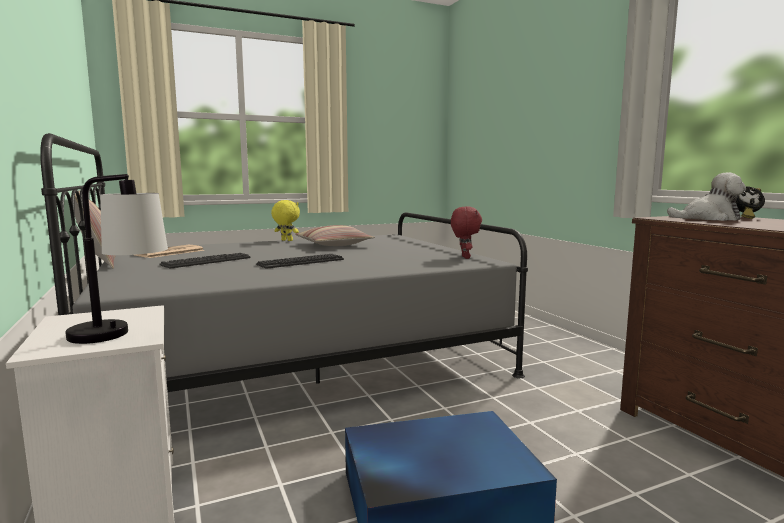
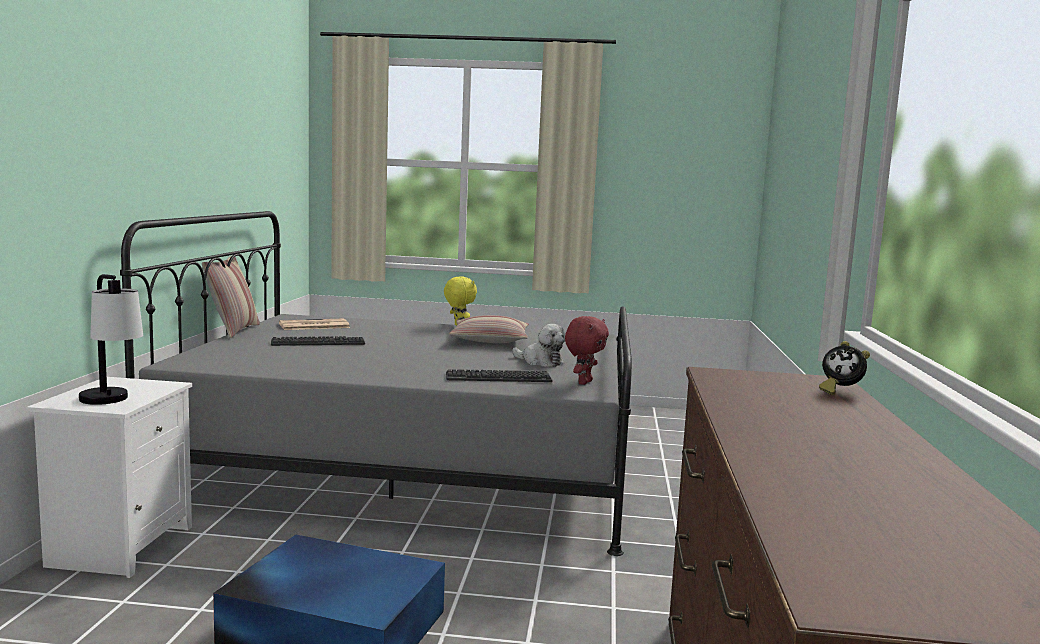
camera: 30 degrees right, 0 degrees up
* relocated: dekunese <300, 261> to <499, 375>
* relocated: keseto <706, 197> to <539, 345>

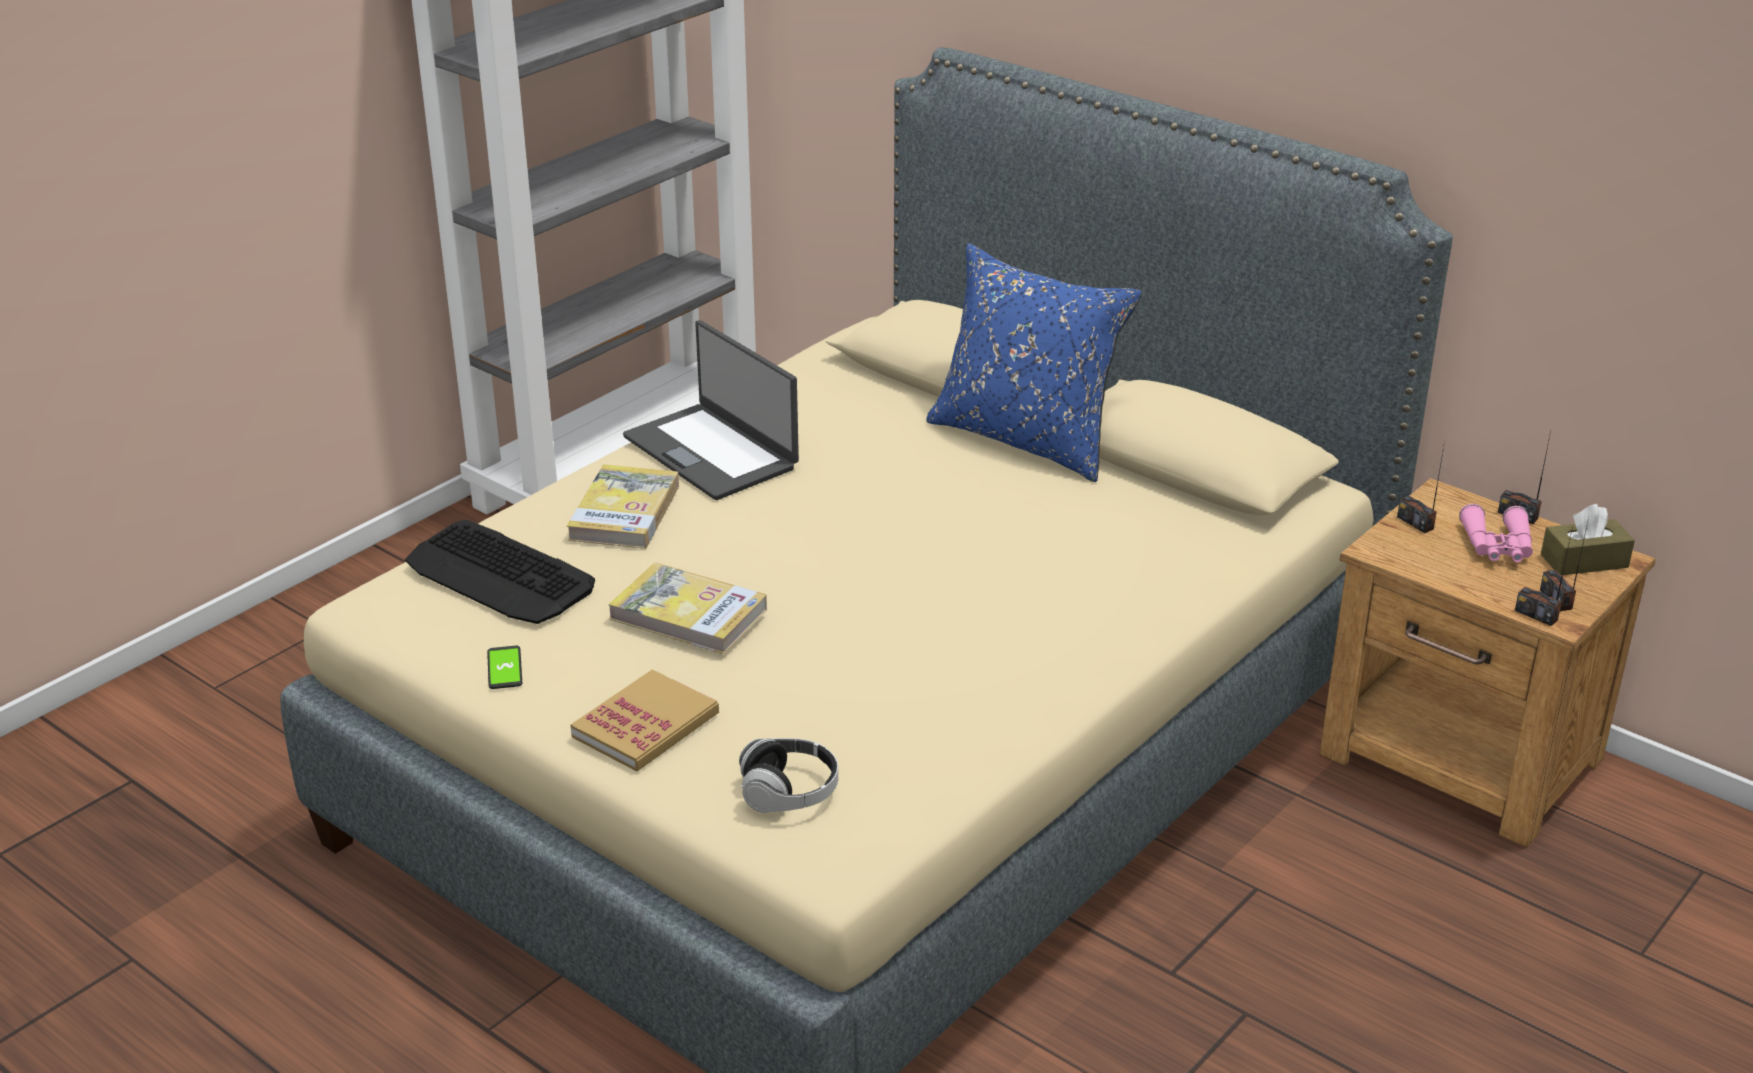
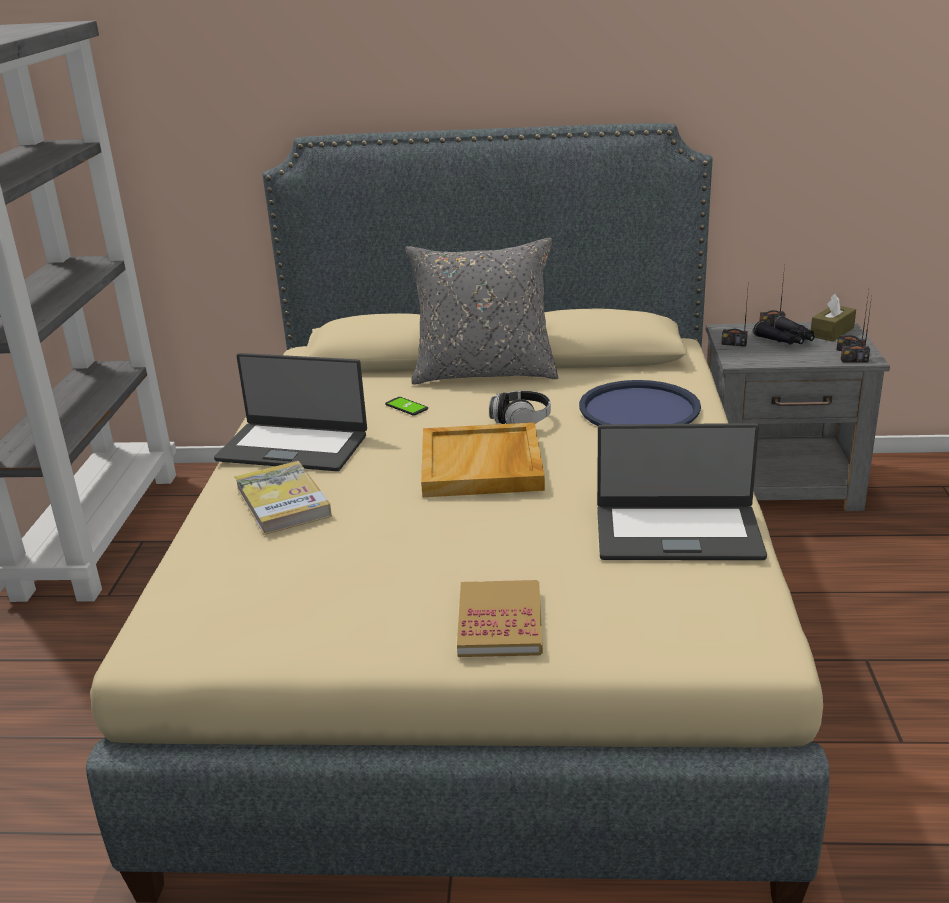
camera: 35 degrees left, 5 degrees down
* missing: dekunese <500, 572>
* relocated: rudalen <504, 667> to <406, 406>
* missing: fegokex <687, 608>
* relocated: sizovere <788, 775> to <520, 407>
* colour: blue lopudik <1034, 362> to grey lopudik <482, 311>
* colour: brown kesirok <1487, 663> to grey kesirok <798, 416>
* colour: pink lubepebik <1496, 533> to black lubepebik <784, 330>
* appeared: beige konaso <483, 459>
* appeared: blue konaso <640, 403>
* appeared: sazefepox <682, 491>

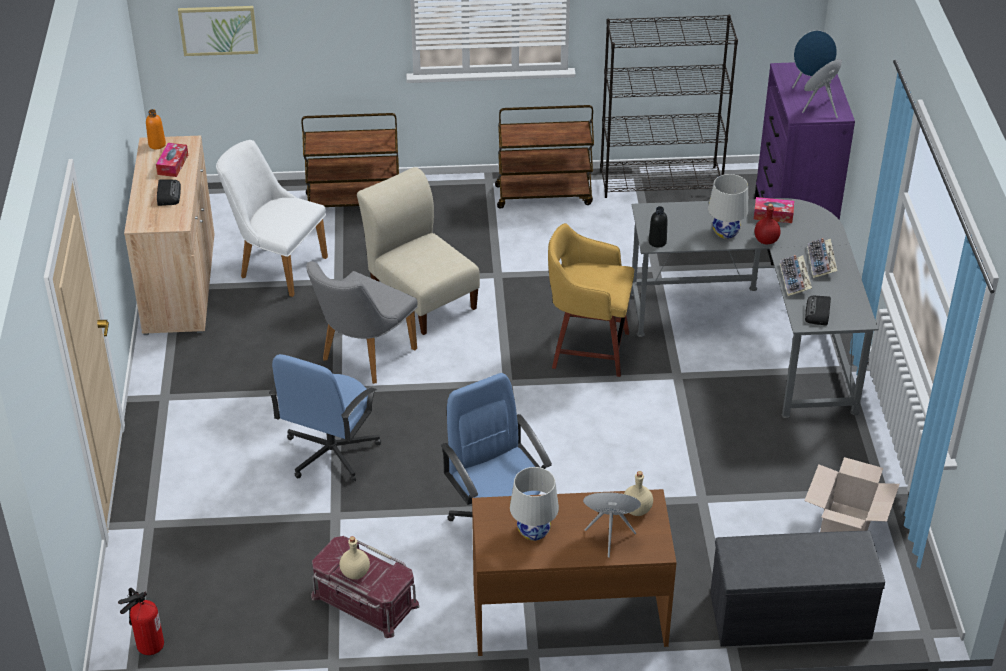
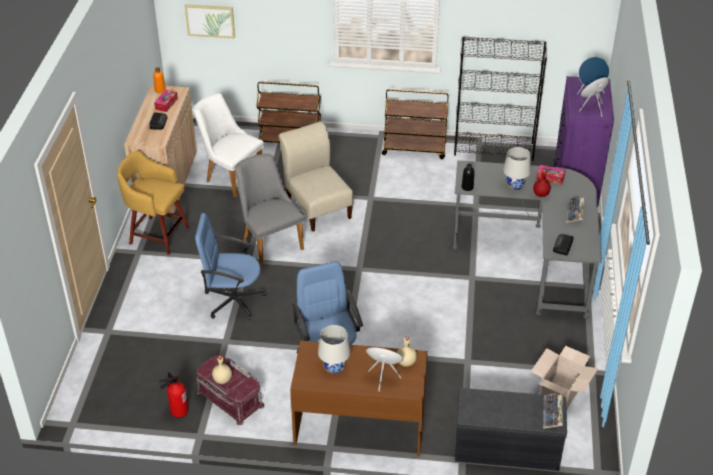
camera: 10 degrees right, 0 degrees up
* relocated: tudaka <141, 621> to <173, 395>
* spun: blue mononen <325, 418> = <230, 266> 60 degrees clockwise
* spun: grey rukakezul <362, 322> = <269, 210> 105 degrees clockwise
* relocated: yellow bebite <591, 300> to <153, 203>
* relocated: dekunese <796, 275> to <553, 411>

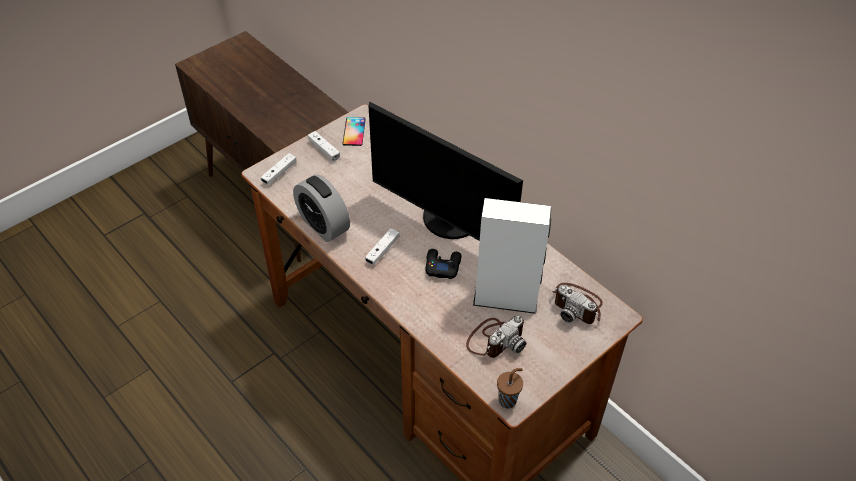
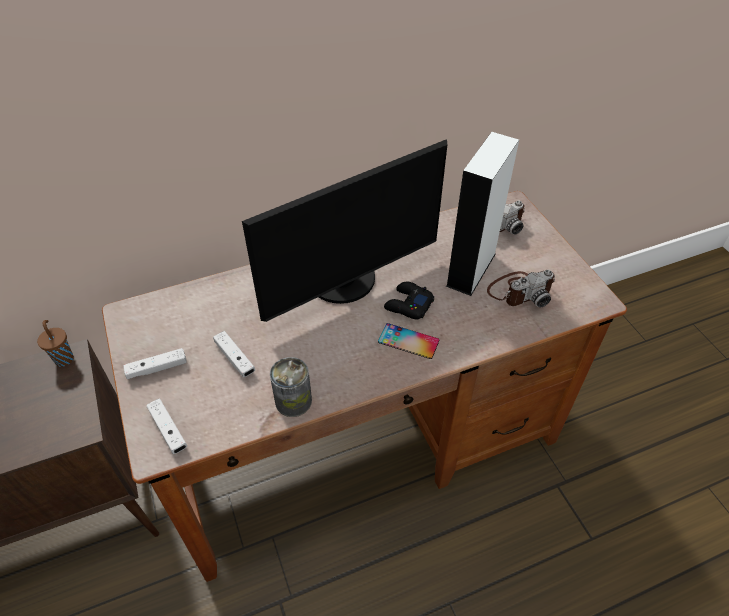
camera: 70 degrees left, 0 degrees up
* exchanged: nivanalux <321, 208> to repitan <291, 387>
* relocated: rudalen <354, 131> to <408, 341>
* relocated: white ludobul <382, 246> to <234, 354>
* spun: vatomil <496, 337> = <521, 288> 90 degrees clockwise
* relocated: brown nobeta <510, 388> to <55, 343>

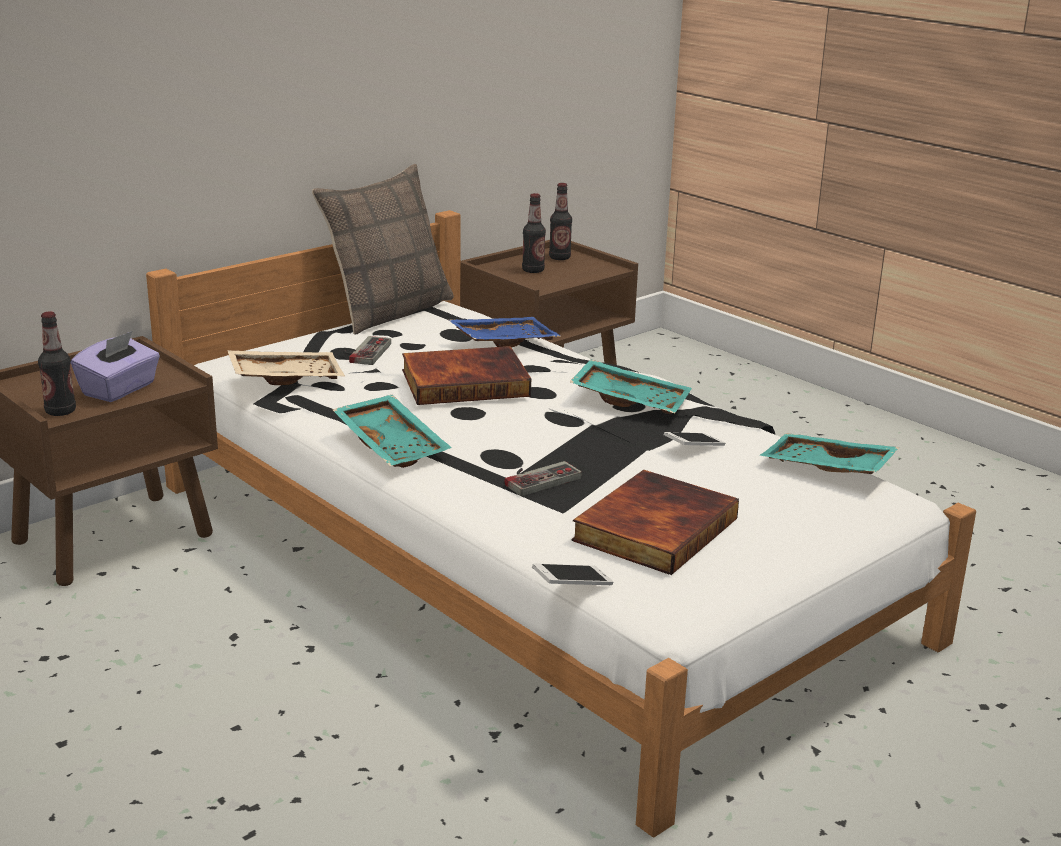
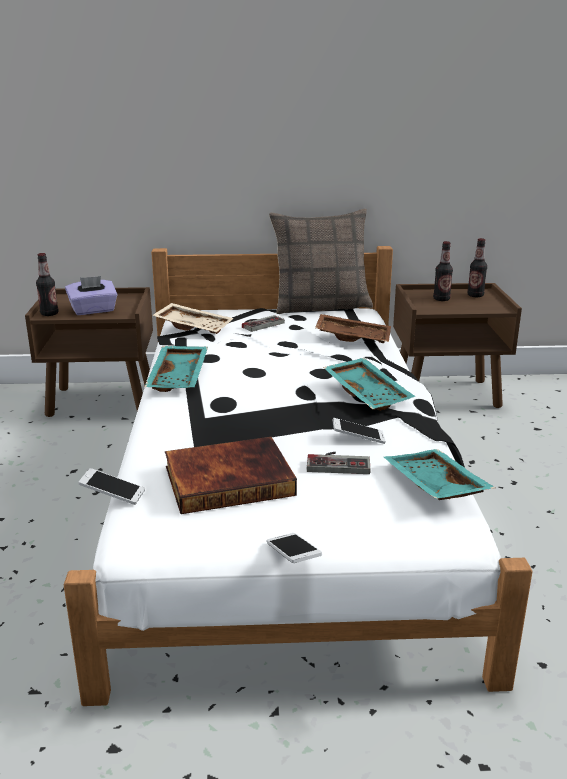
camera: 40 degrees right, 0 degrees up
* missing: fegokex <467, 375>
* colour: blue konaso <505, 332> to brown konaso <353, 328>
* relocated: ludobul <543, 478> to <339, 463>
* appeared: rudalen <294, 548>

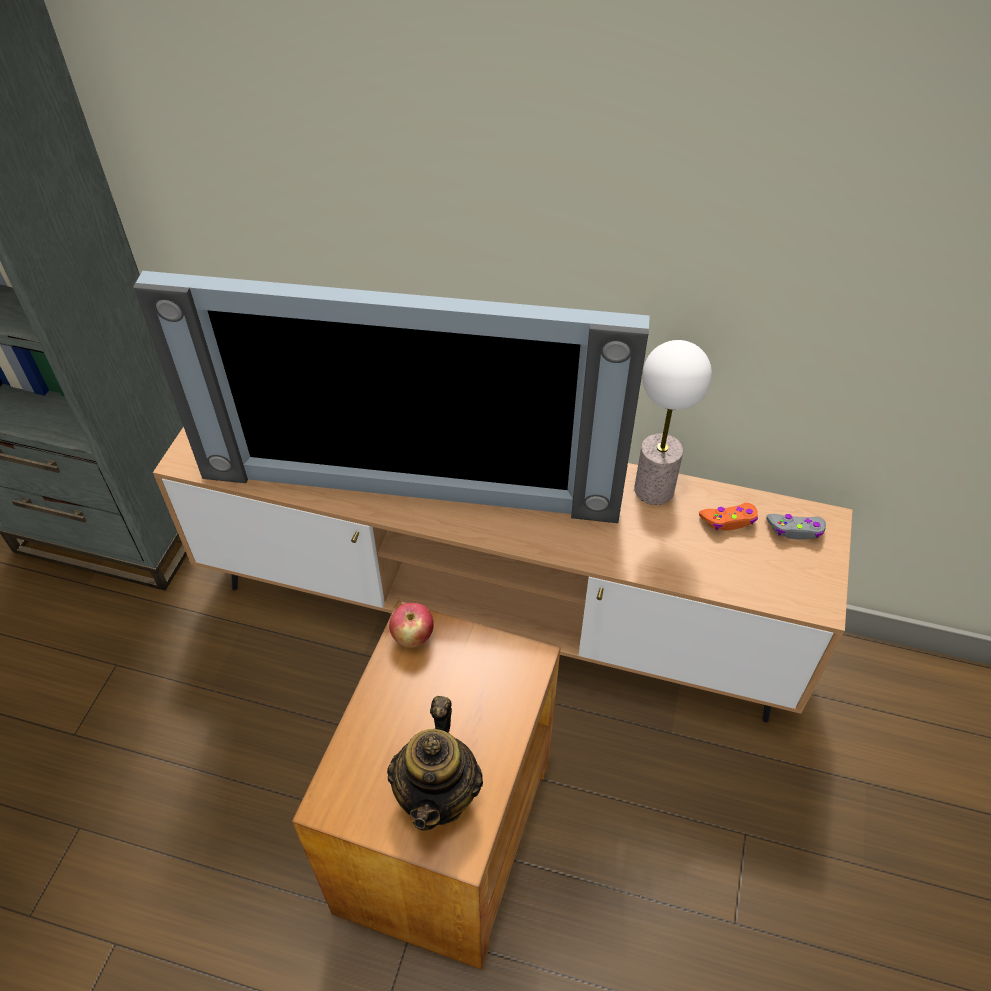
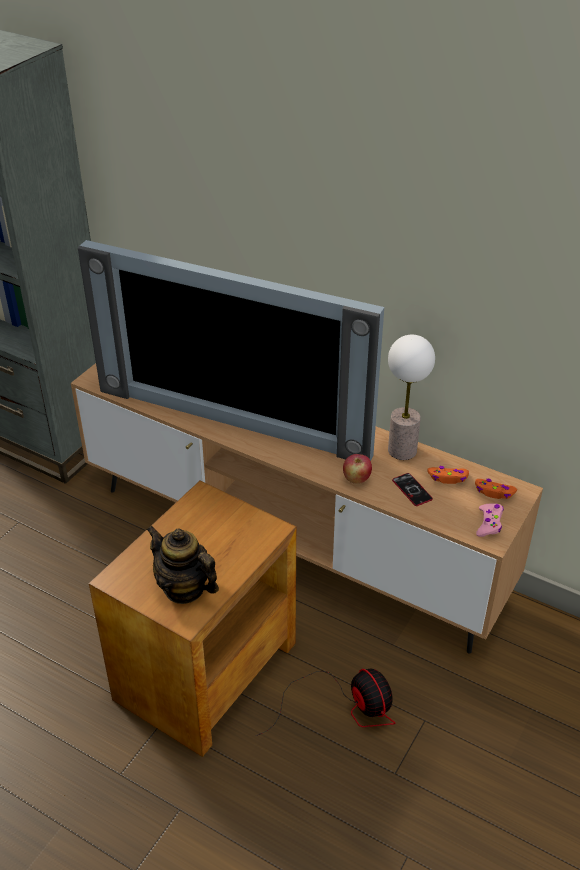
camera: 15 degrees right, 10 degrees down
* spun: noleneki <435, 763> = <182, 564> 105 degrees clockwise
* relocated: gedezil <411, 625> to <357, 469>
* colour: grey ludobul <796, 527> to orange ludobul <496, 489>
* appeared: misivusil <325, 702>
* appeared: rudalen <412, 489>
* appeared: pink ludobul <490, 520>

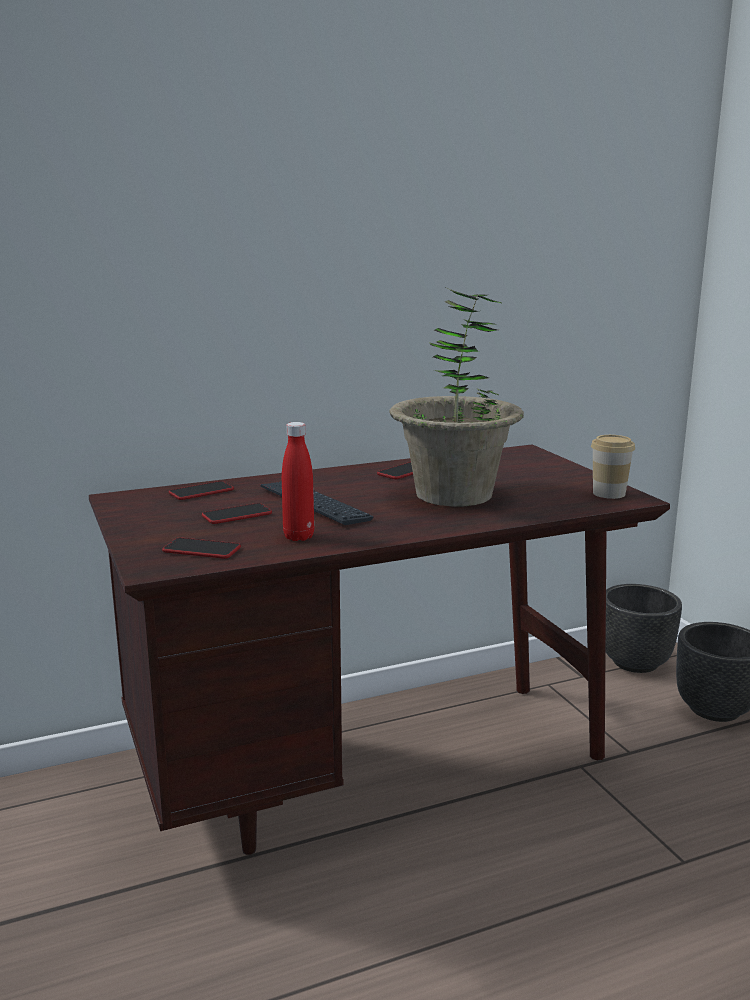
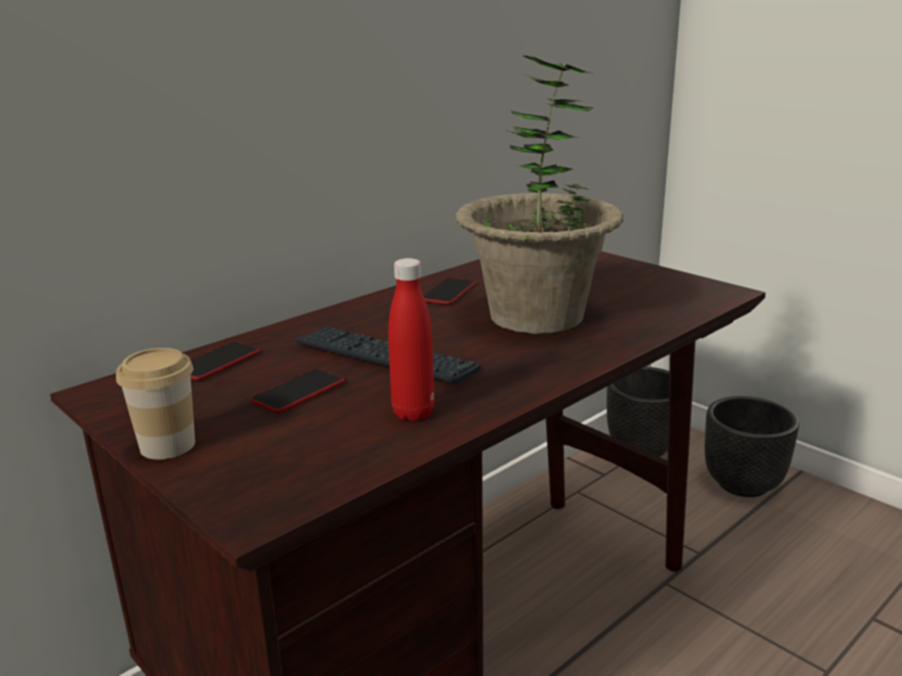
camera: 20 degrees left, 5 degrees up
* missing: rudalen <201, 548>
* relocated: nobeta <613, 467> to <155, 404>

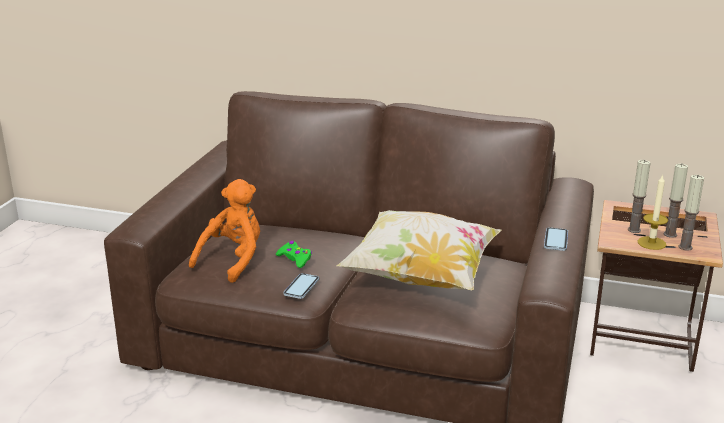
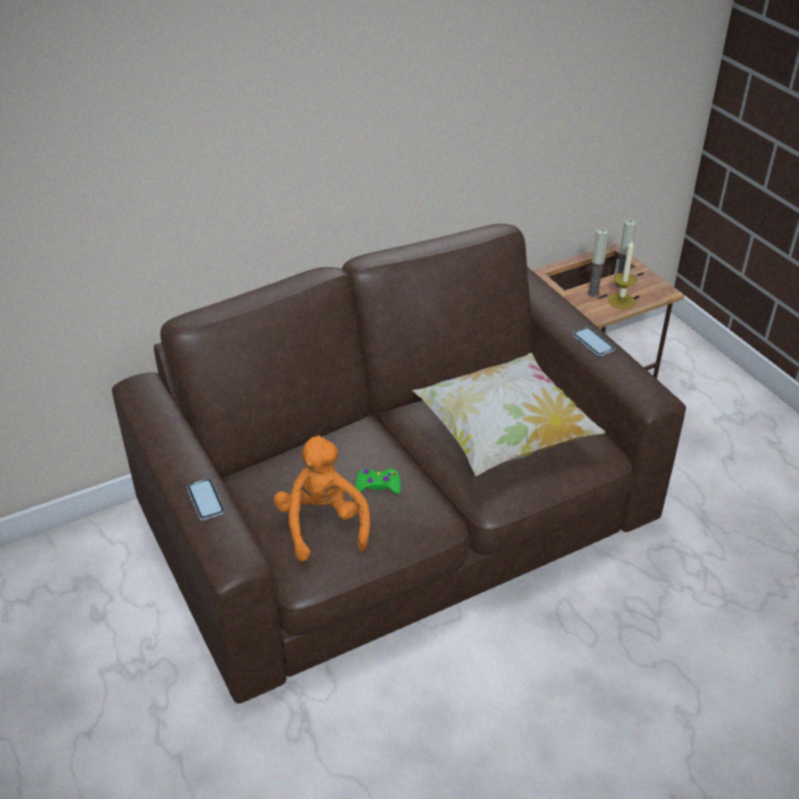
camera: 45 degrees left, 15 degrees up
* relocated: rudalen <301, 286> to <206, 499>
* missing: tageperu <691, 213>

